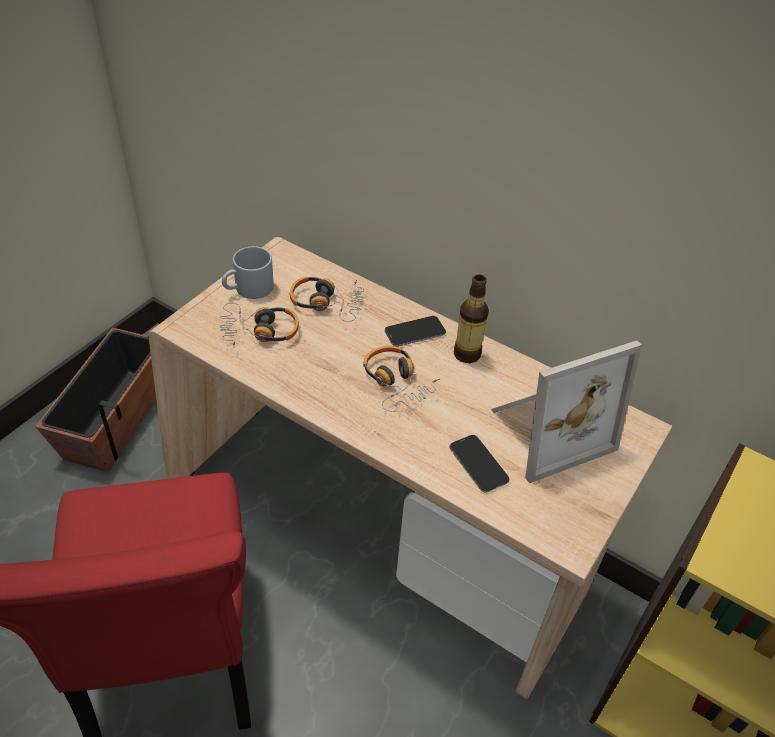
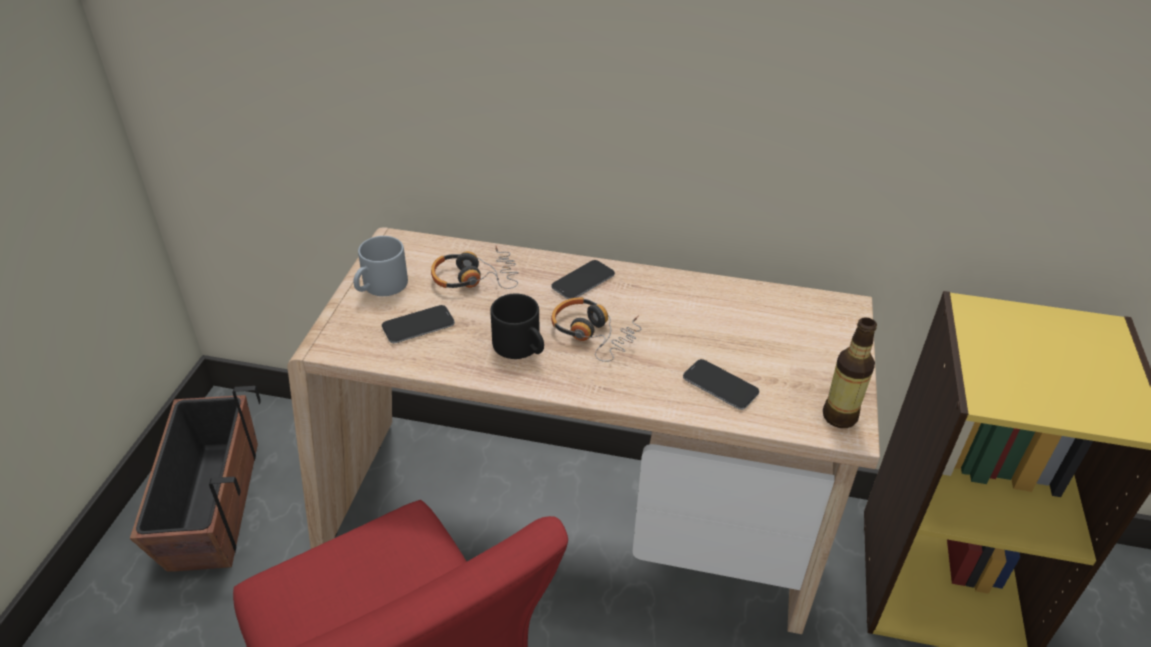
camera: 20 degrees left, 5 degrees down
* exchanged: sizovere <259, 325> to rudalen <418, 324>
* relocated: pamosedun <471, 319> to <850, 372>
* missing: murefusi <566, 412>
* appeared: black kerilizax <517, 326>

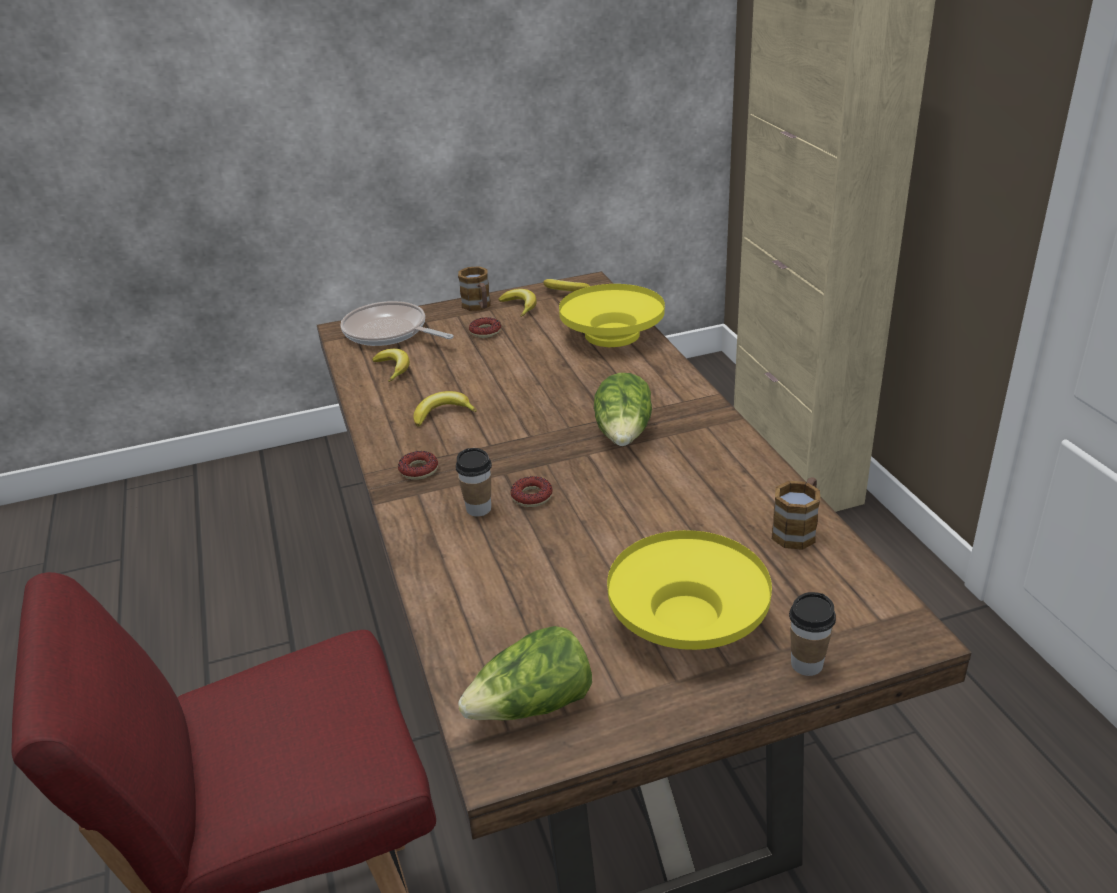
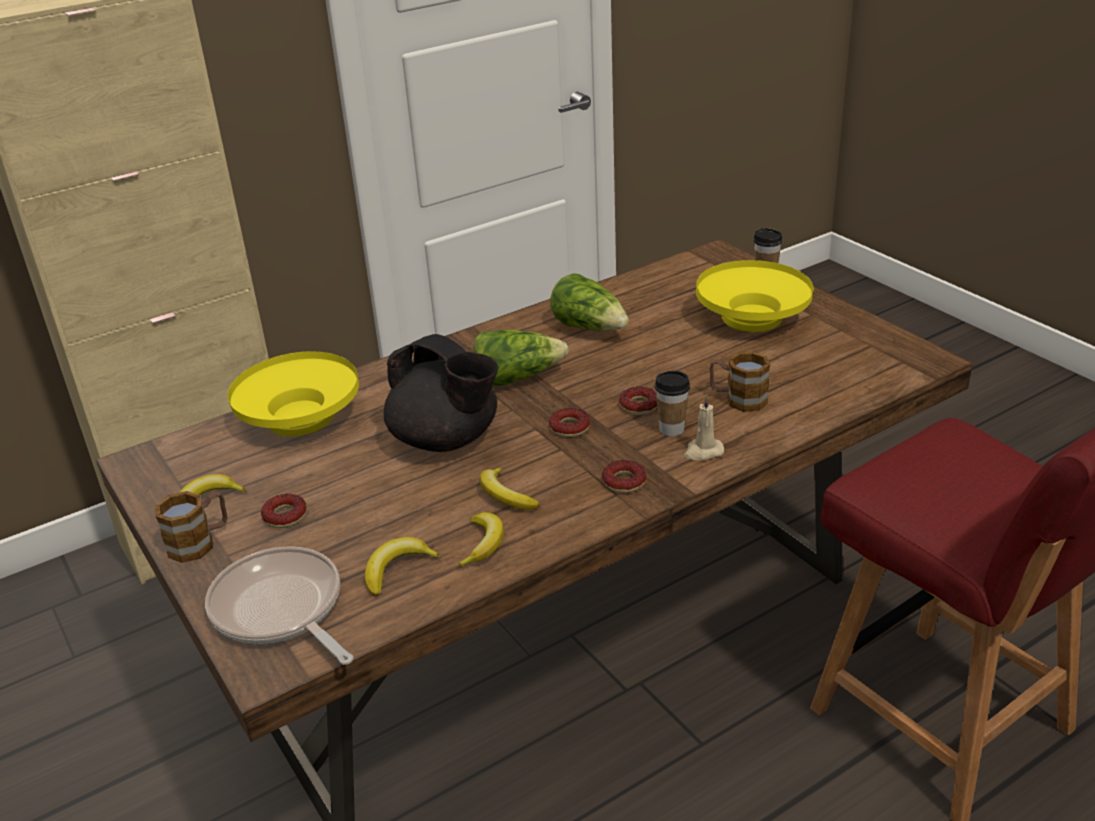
camera: 105 degrees left, 0 degrees up
* spun: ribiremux <397, 323> = <279, 605> 120 degrees clockwise
* relocated: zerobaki <525, 673> to <589, 302>
* relocated: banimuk <566, 285> to <480, 539>
* relocated: kerilizax <796, 513> to <740, 381>
* appeared: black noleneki <441, 393>
* appeared: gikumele <569, 422>
* appeared: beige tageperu <704, 427>

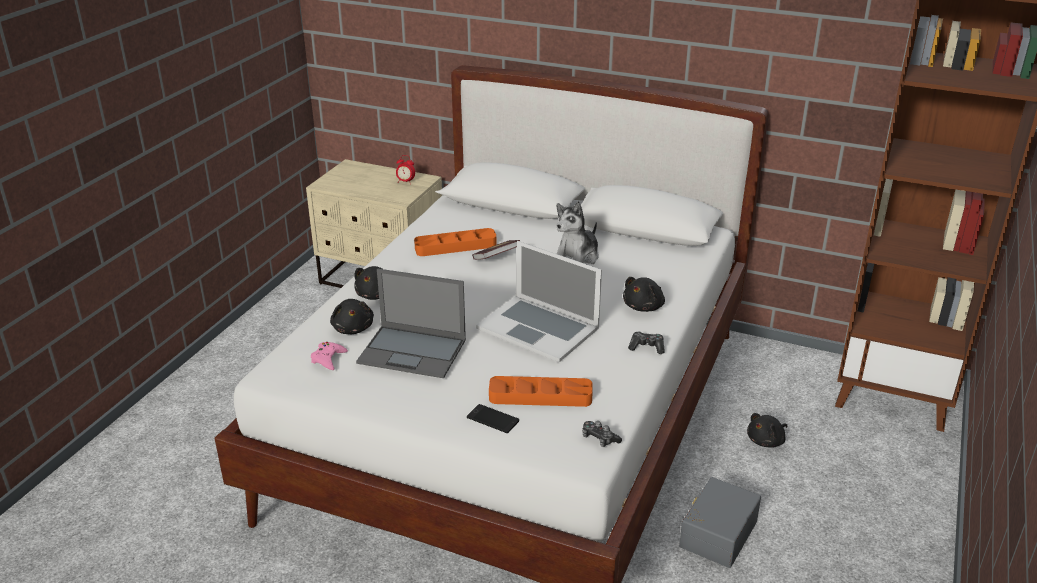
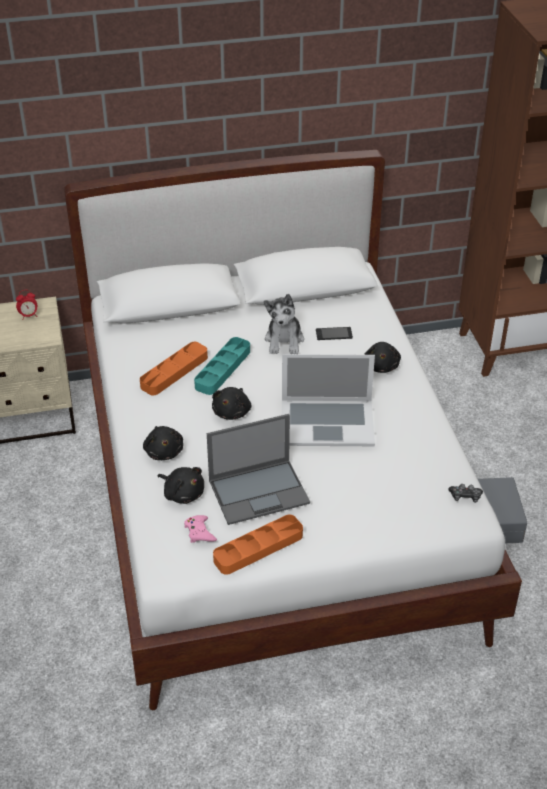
camera: 35 degrees left, 10 degrees up
* relocated: rudalen <493, 418> to <334, 333>
* exchanged: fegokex <496, 250> to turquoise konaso <222, 366>
* relocated: orange konaso <541, 391> to <258, 544>
* missing: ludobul <646, 342>
* relocated: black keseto <767, 430> to <231, 403>

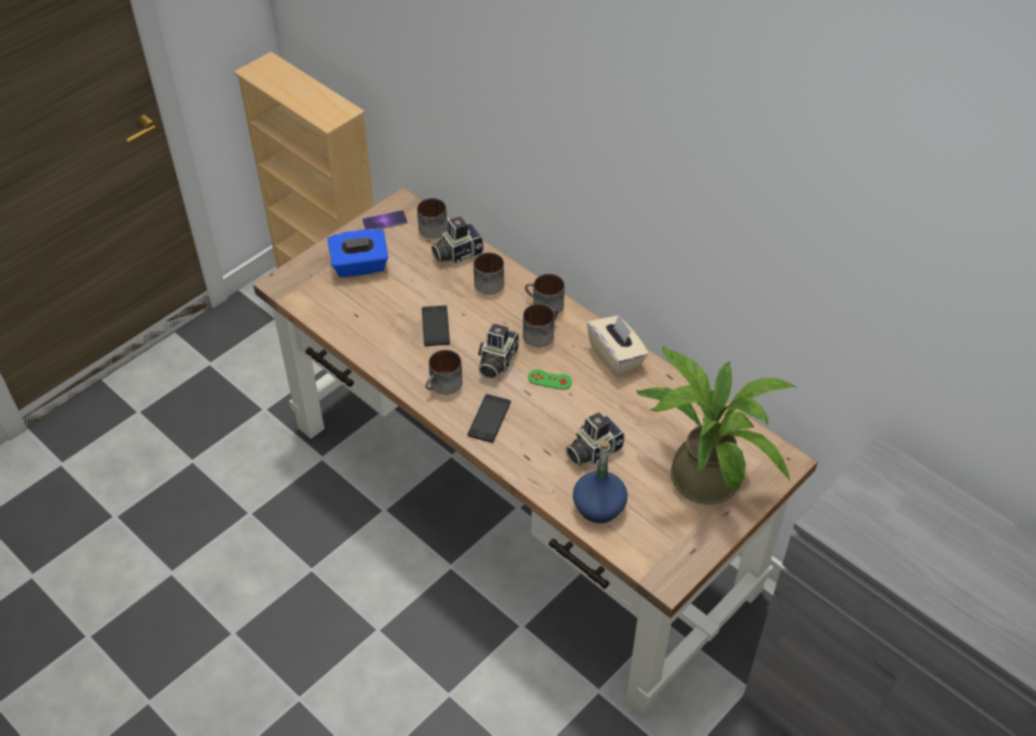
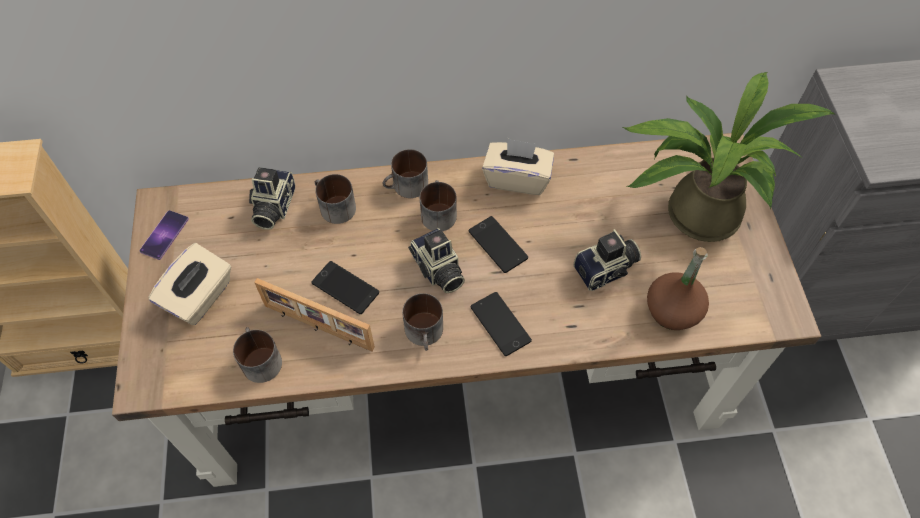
camera: 50 degrees left, 10 degrees up
* colour: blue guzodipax <358, 253> to beige guzodipax <189, 284>
* relocated: kerilizax <432, 218> to <257, 355>
* exchanged: green ludobul <550, 379> to rudalen <498, 244>
* spun: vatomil <595, 439> = <607, 260> 120 degrees counterclockwise
* colour: blue pamosedun <600, 481> to brown pamosedun <678, 288>
* appeared: murefusi <314, 314>

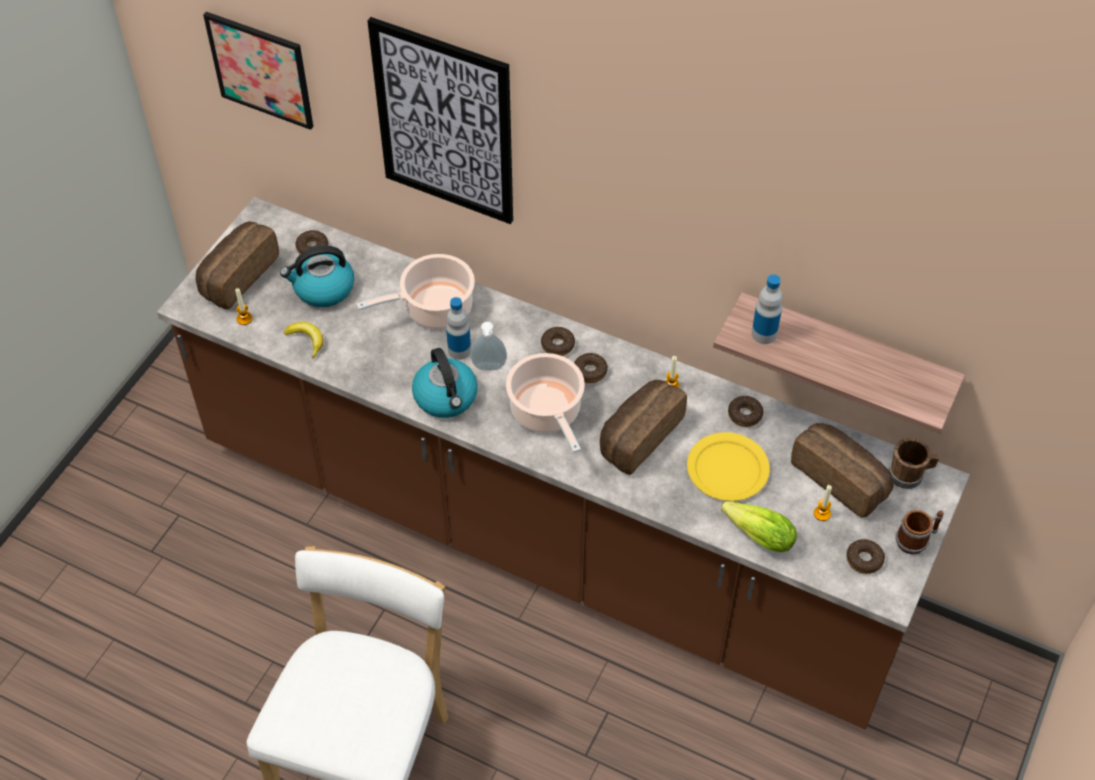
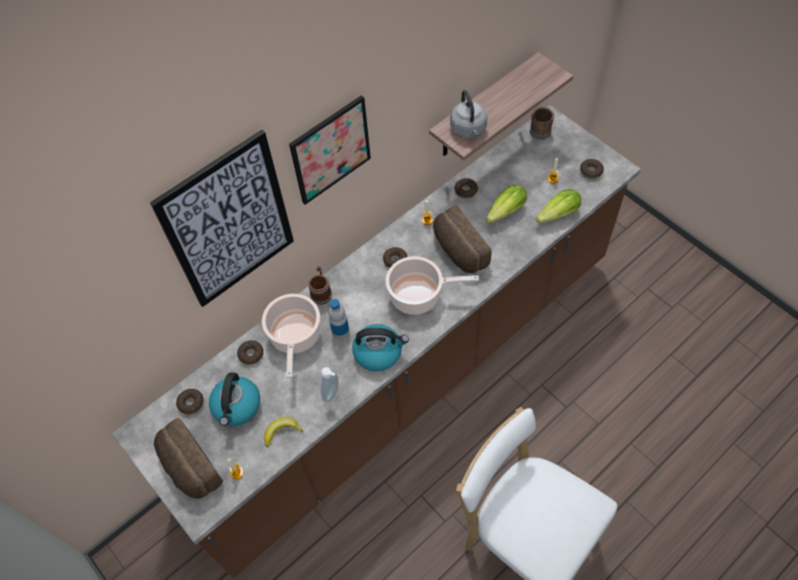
camera: 65 degrees left, 5 degrees up
* relocated: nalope <258, 71> to <330, 150>
* relocated: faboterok <488, 346> to <330, 384>
* relocated: gikumele <558, 341> to <250, 352>
* exchanged: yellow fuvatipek <728, 466> to zerobaki <506, 204>
* exchanged: pamosedun <767, 309> to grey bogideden <468, 114>
* missing: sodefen <842, 470>
* relocated: kerilizax <920, 532> to <320, 285>

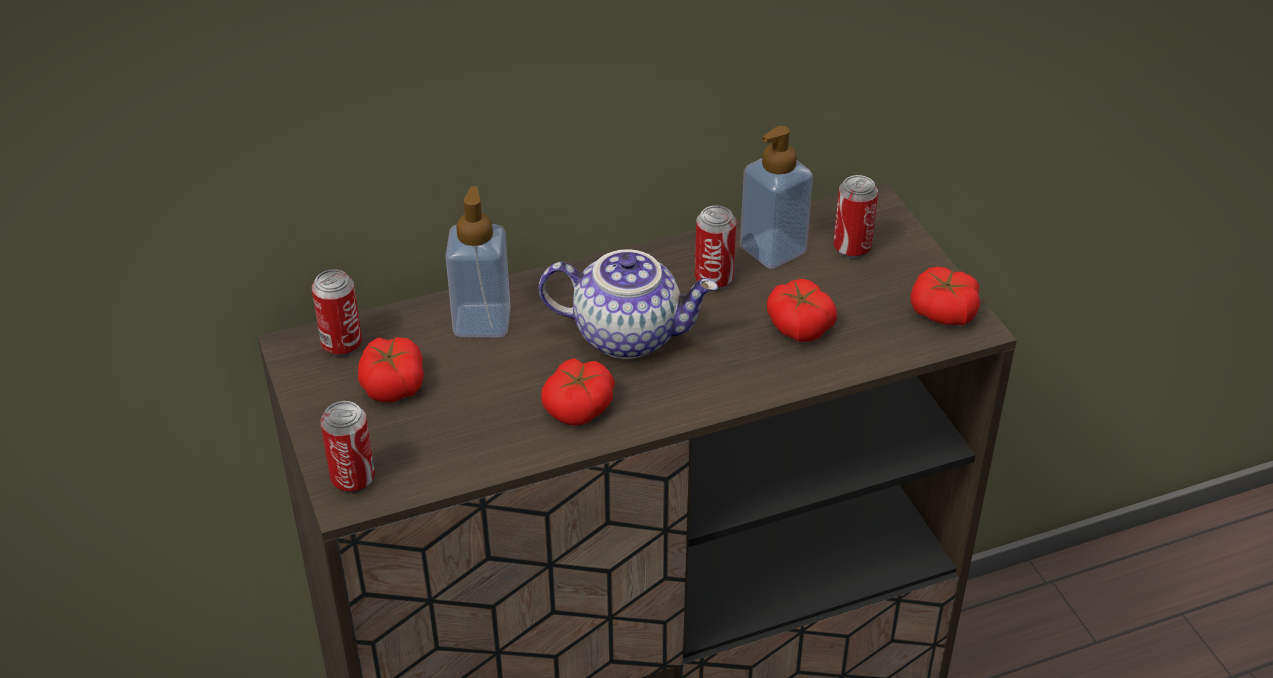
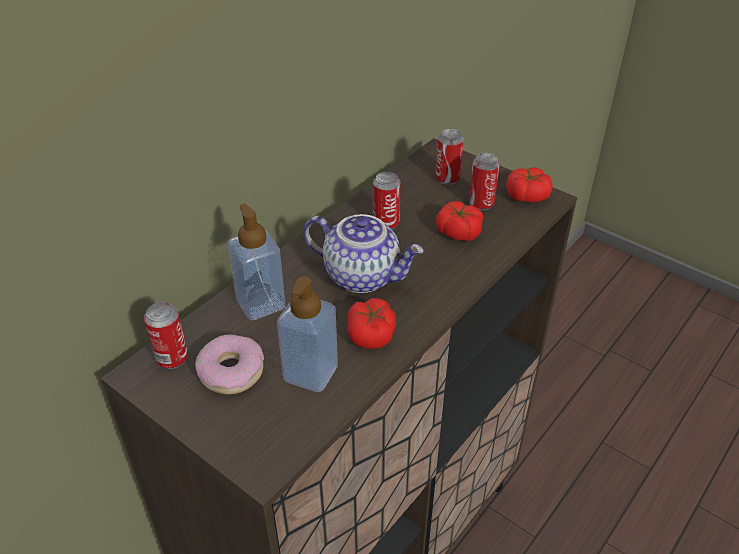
camera: 30 degrees left, 0 degrees up
* relocated: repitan <347, 447> to <484, 181>
* exchanged: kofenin <391, 369> to gikumele <229, 364>
* spun: noleneki <628, 304> = <363, 253> 45 degrees clockwise
* relocated: faboterok <776, 197> to <307, 334>

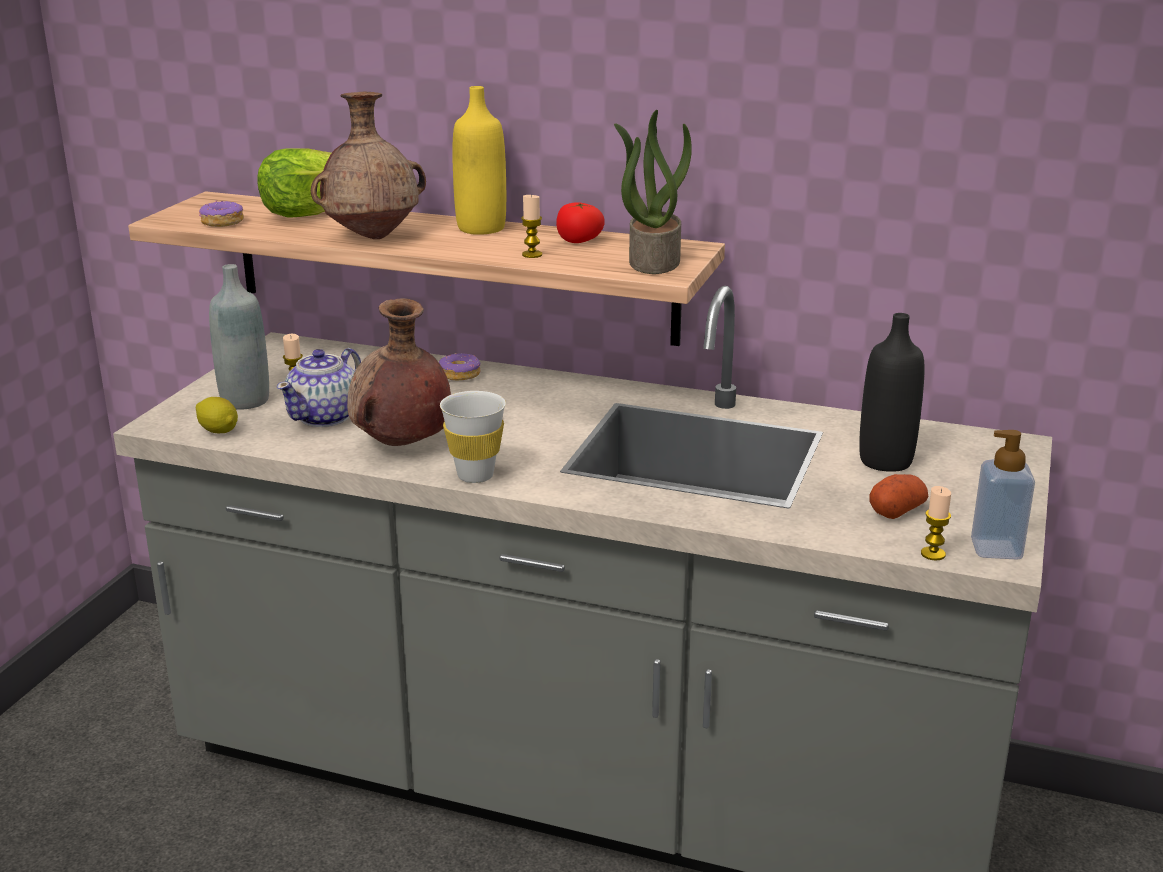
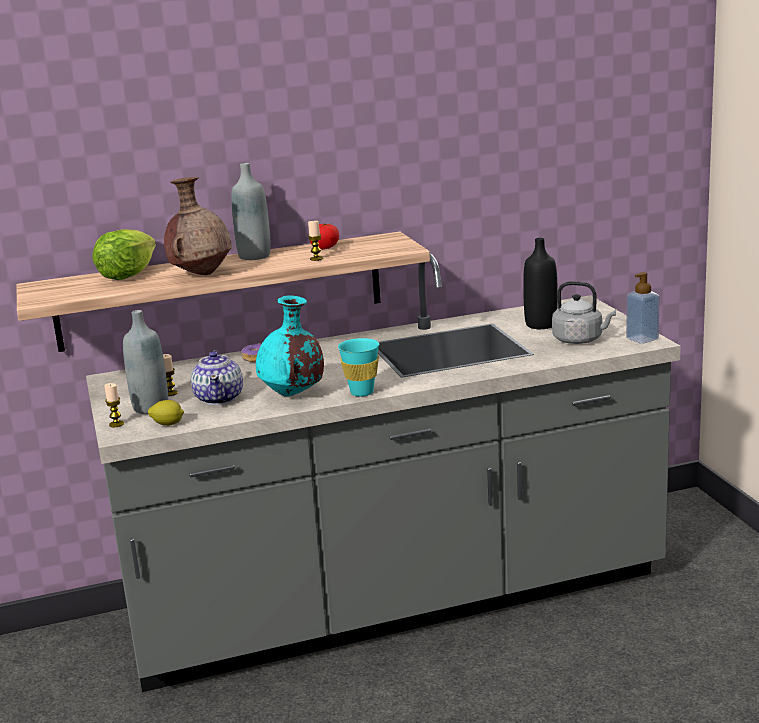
camera: 35 degrees left, 5 degrees down
* missing: gikumele <221, 213>
* colour: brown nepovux <399, 372> to turquoise nepovux <290, 346>
* colour: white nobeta <473, 437> to turquoise nobeta <358, 367>
* colour: yellow pamosedun <479, 160> to grey pamosedun <251, 211>
* missing: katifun <653, 192>
* exchanged: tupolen <898, 496> to grey bogideden <584, 312>
* relocated: tageperu <936, 523> to <114, 405>

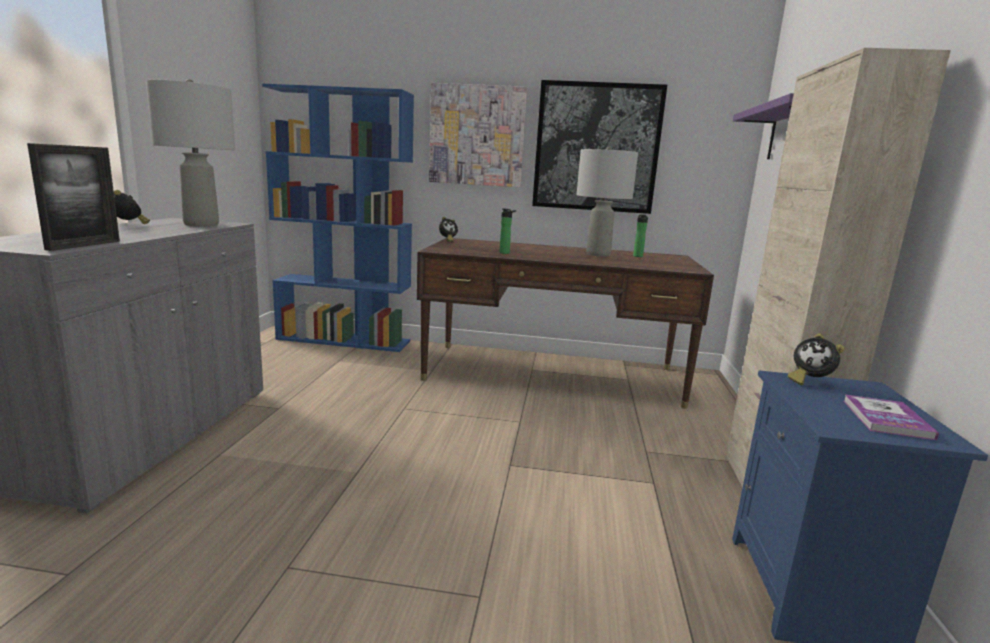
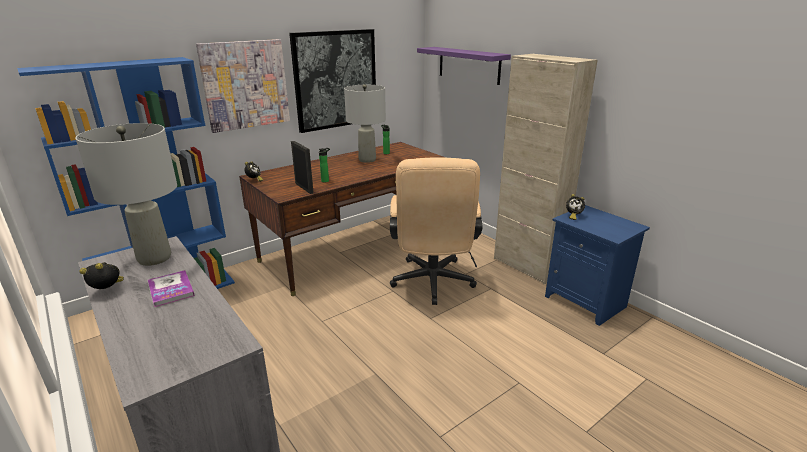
camera: 45 degrees left, 10 degrees up
* relocated: murefusi <73, 197> to <302, 167>
* relocated: fegokex <891, 417> to <171, 288>
* appeared: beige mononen <436, 231>

